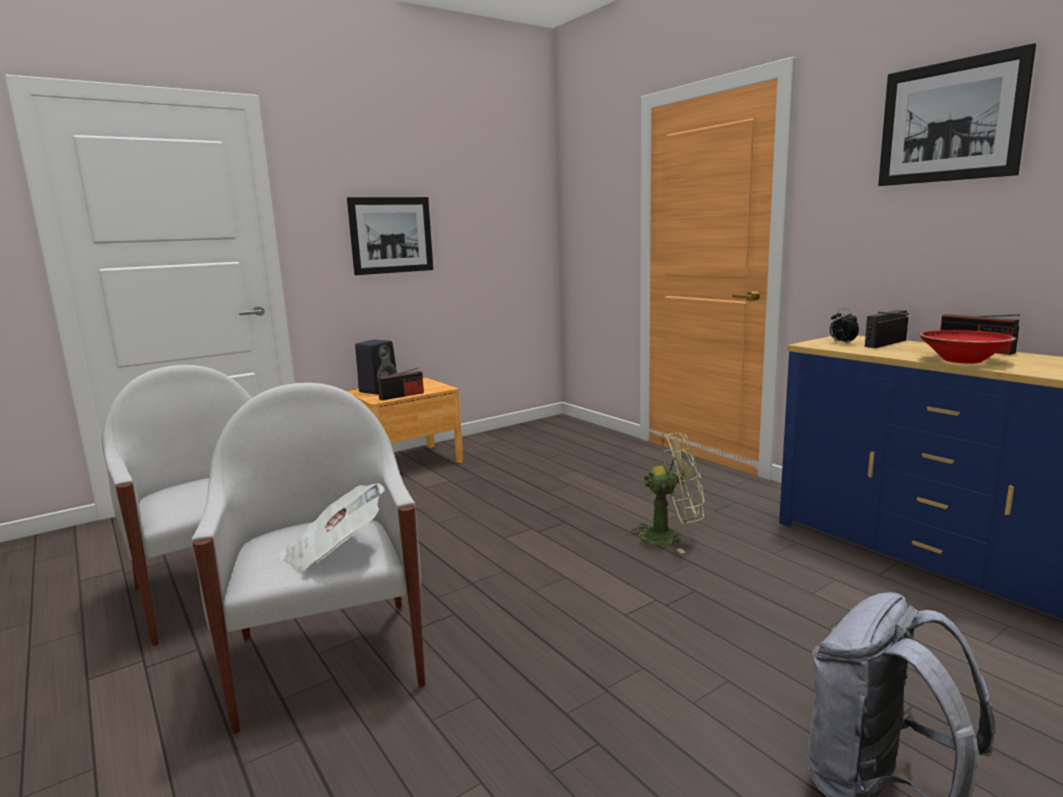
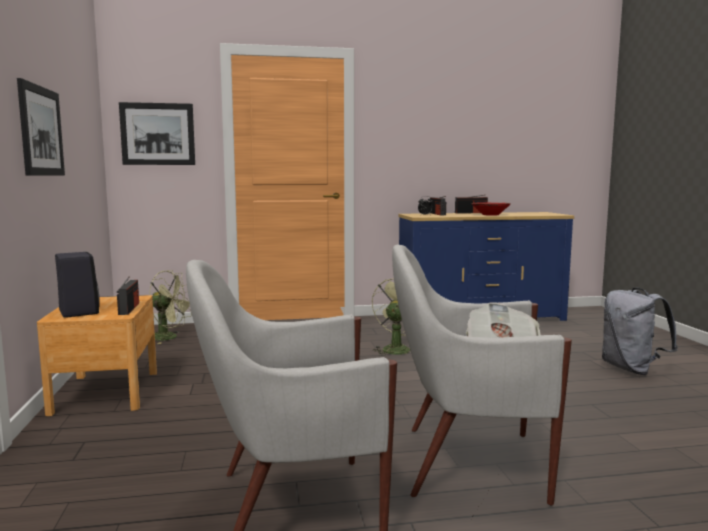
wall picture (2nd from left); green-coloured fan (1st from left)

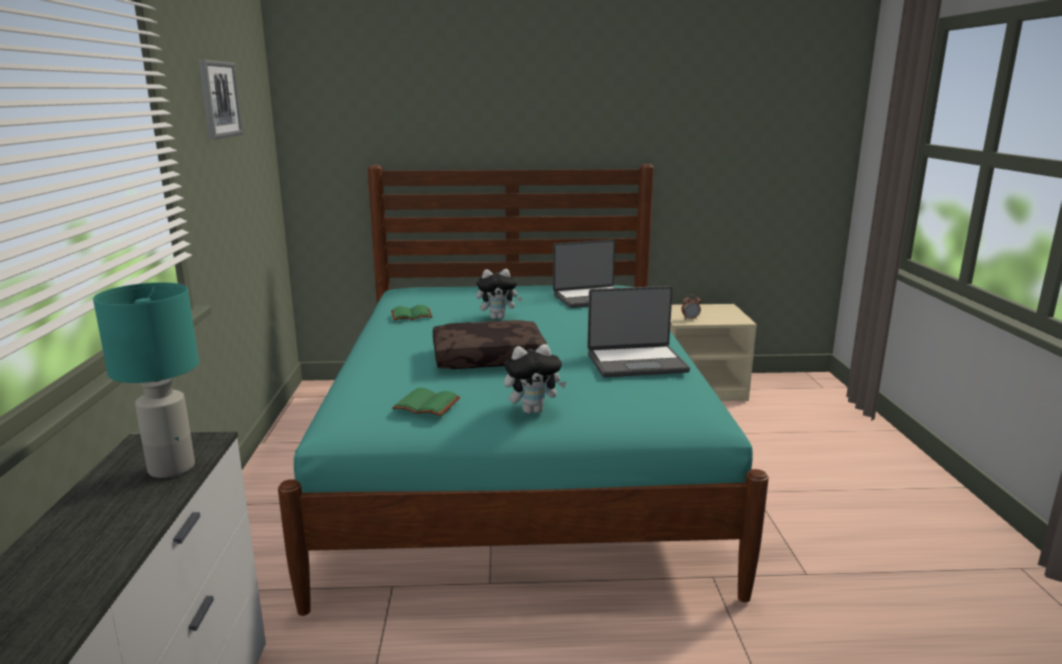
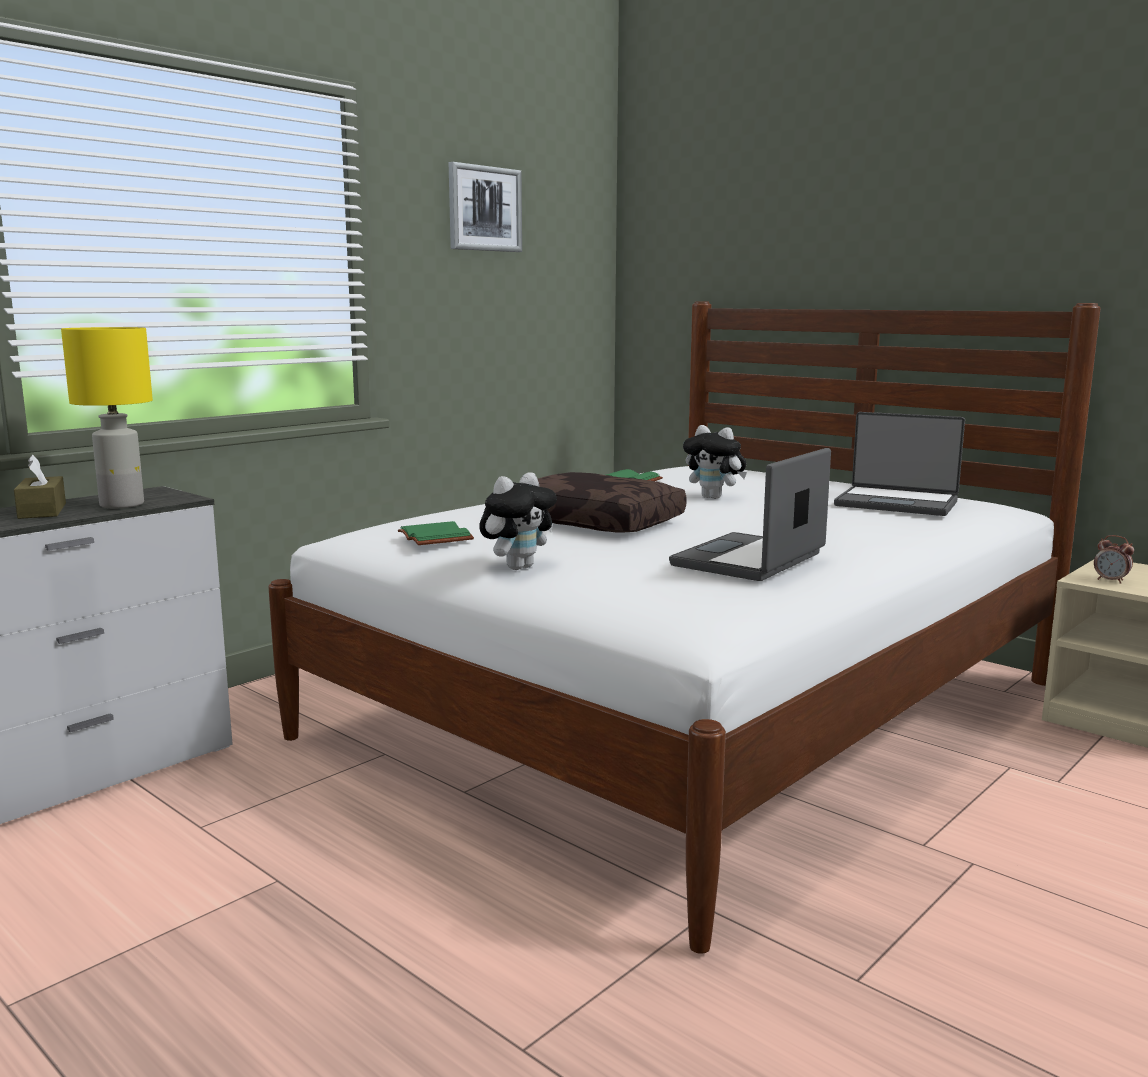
yellow-coloured lamp for a table; white bedroom bed; cuddly toy (1st from left); portable computer (1st from left); brown tissue holder

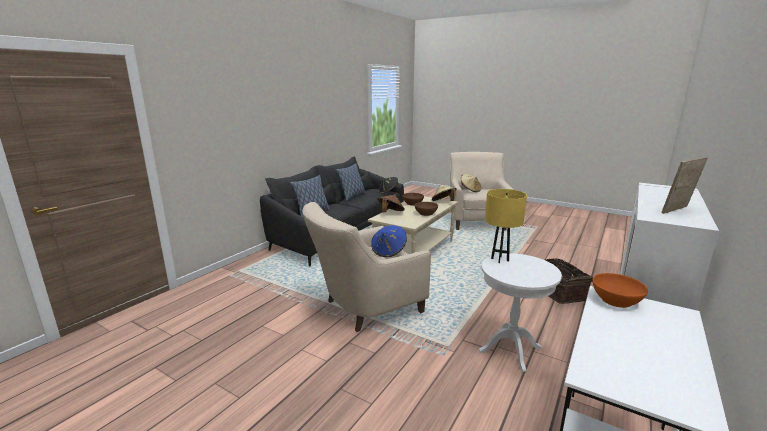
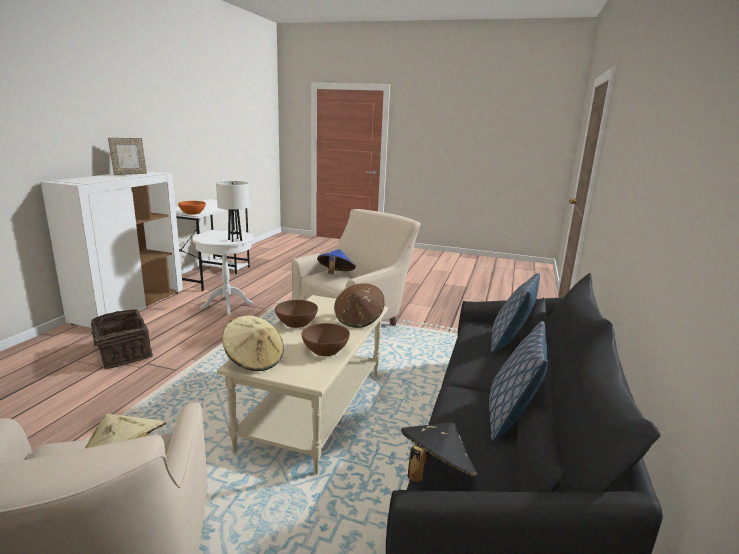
white lamp for a table

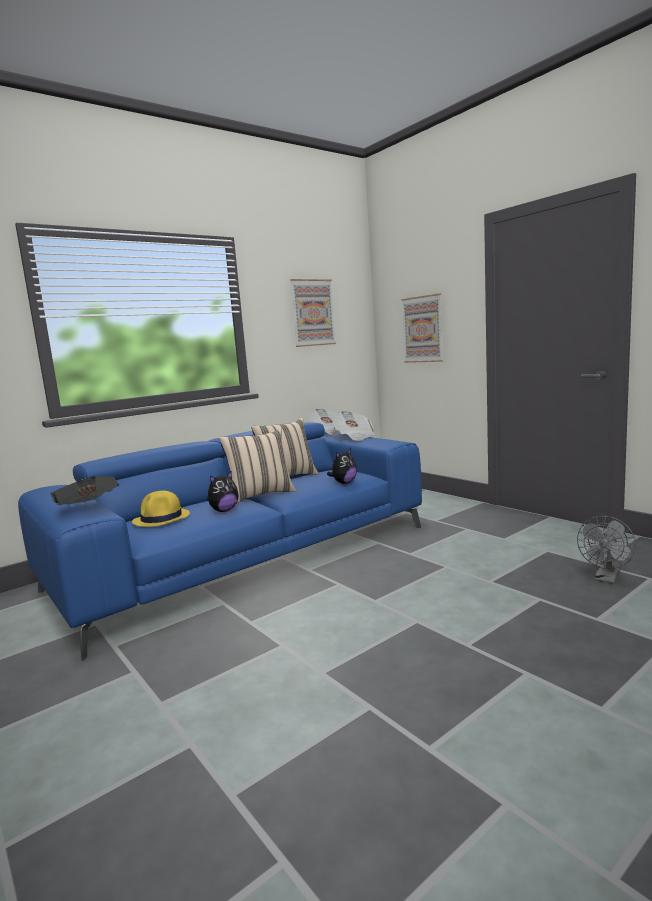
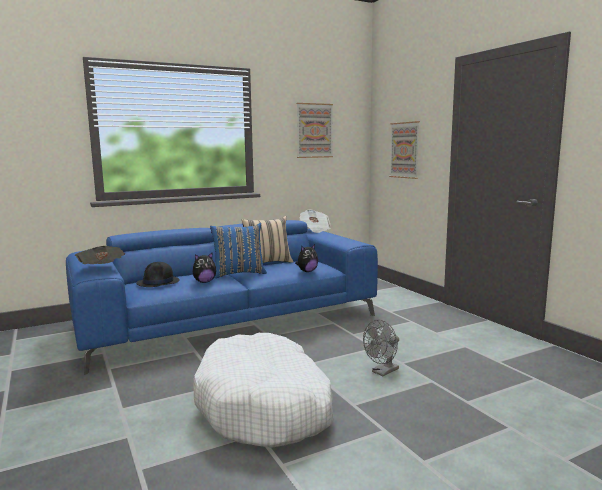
blackish clothing hat; bluish pillow; newspaper (3rd from left in the first image); greyish fan; white dog cushion

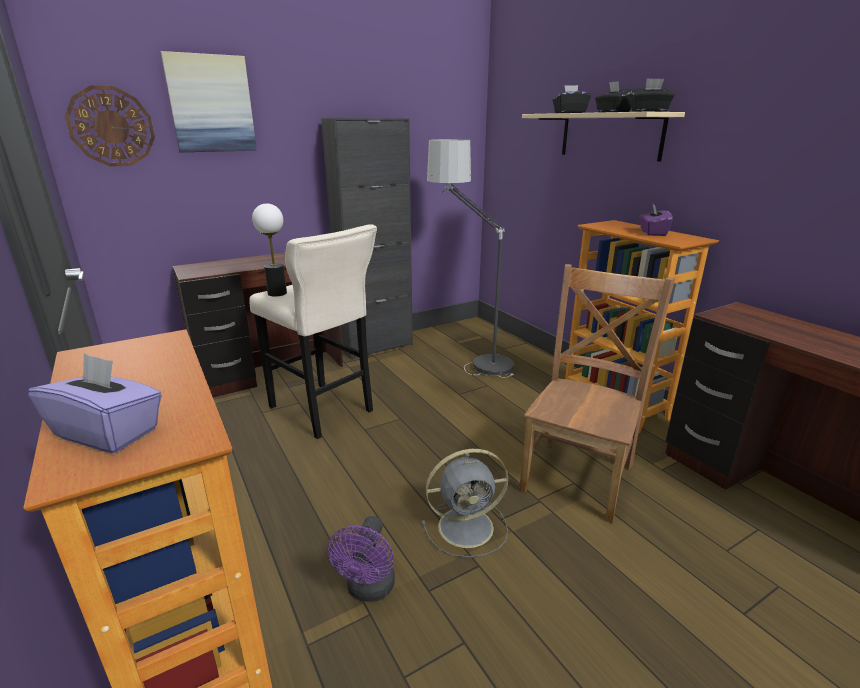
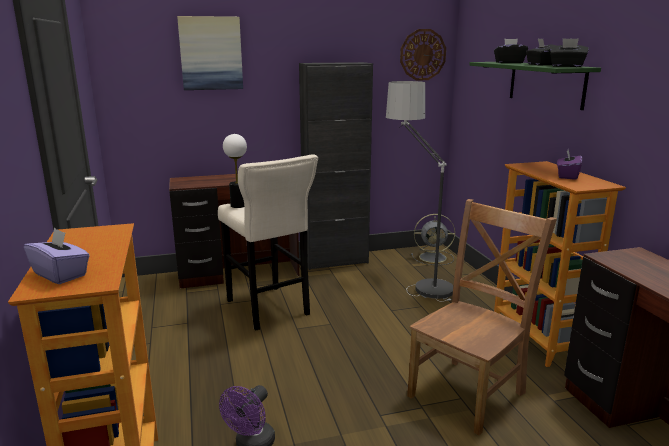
clock on the wall; greyish fan; green-coloured wall shelf

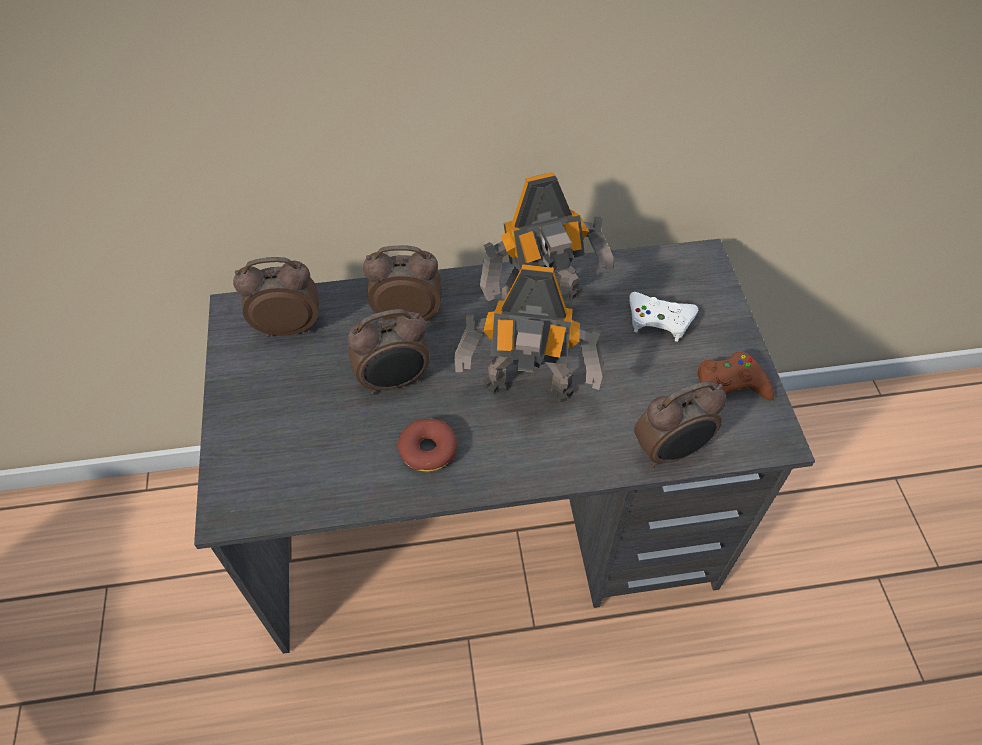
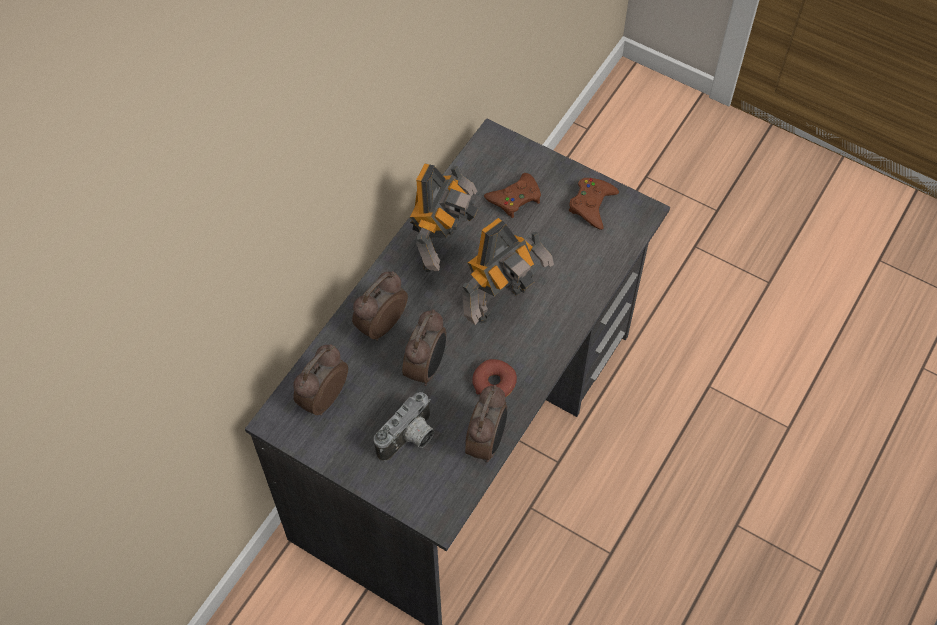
brown game controller (1st from left); table clock (4th from left); still camera

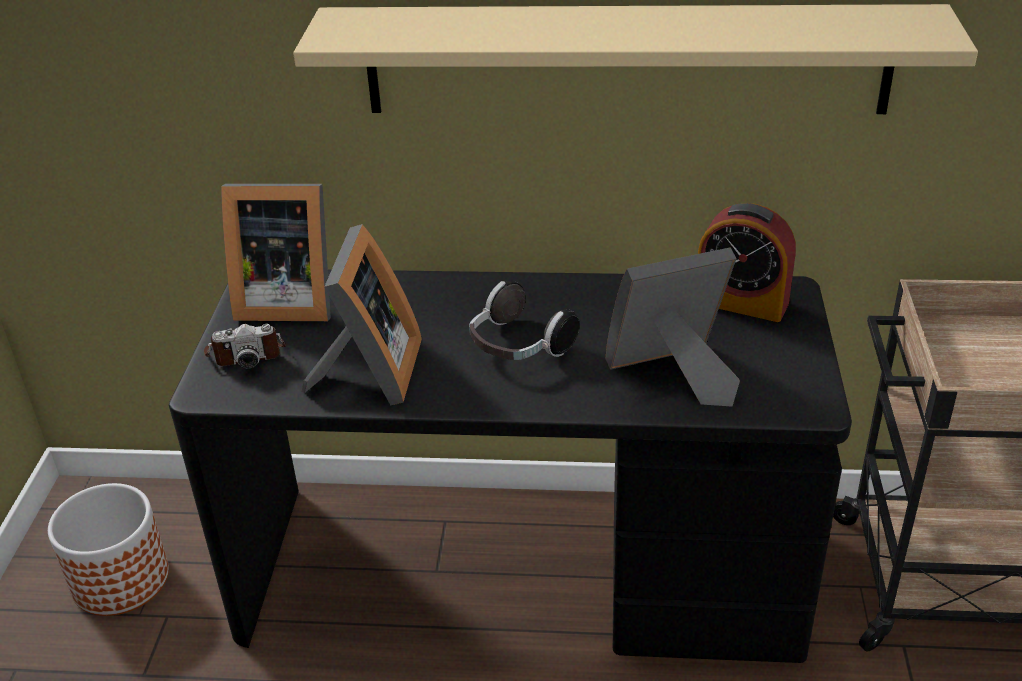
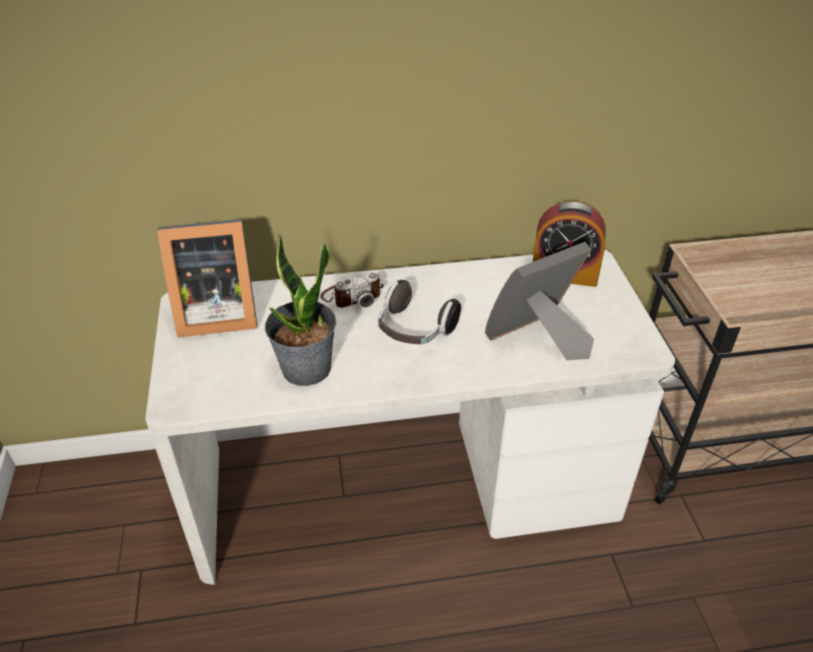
plant pot; white desk; still camera; beige wall shelf; houseplant

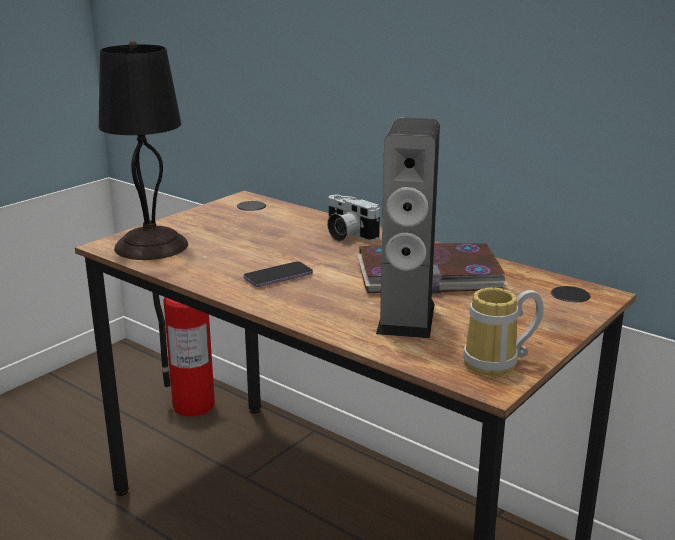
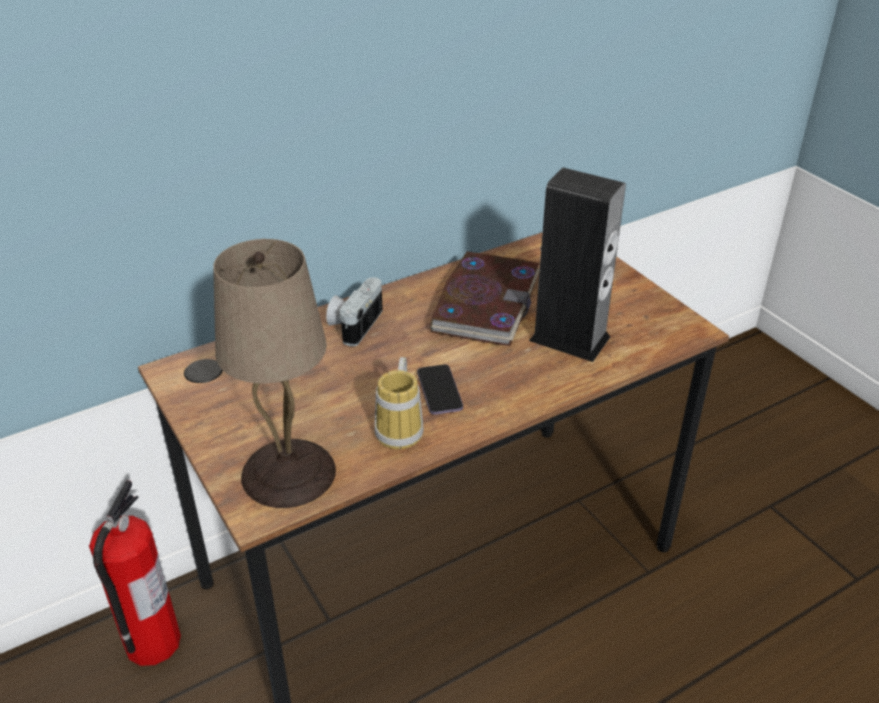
beige lamp for a table; still camera; mug

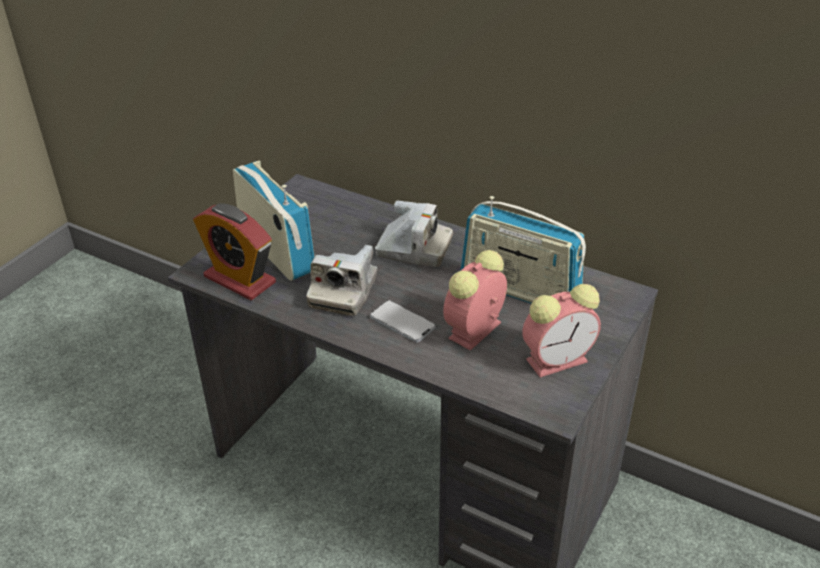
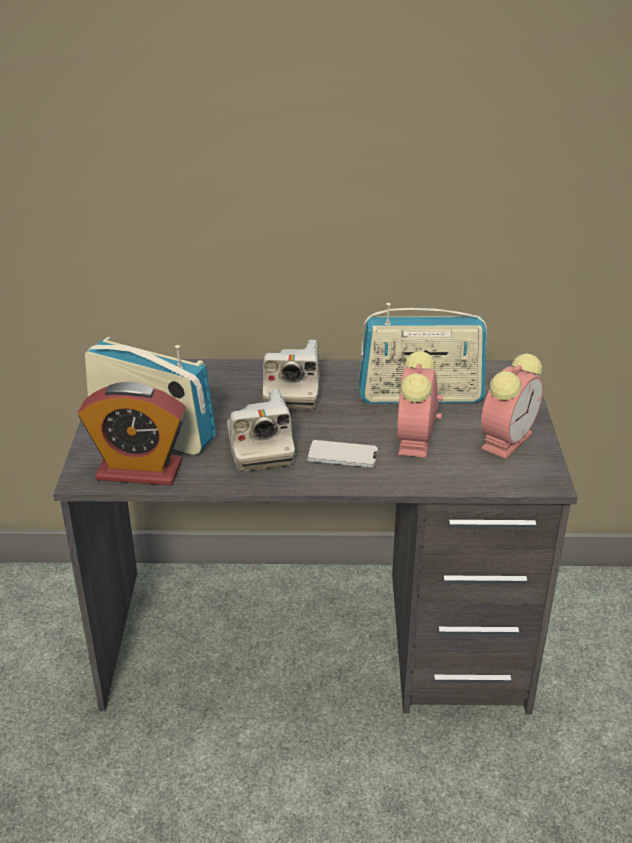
still camera (2nd from left)

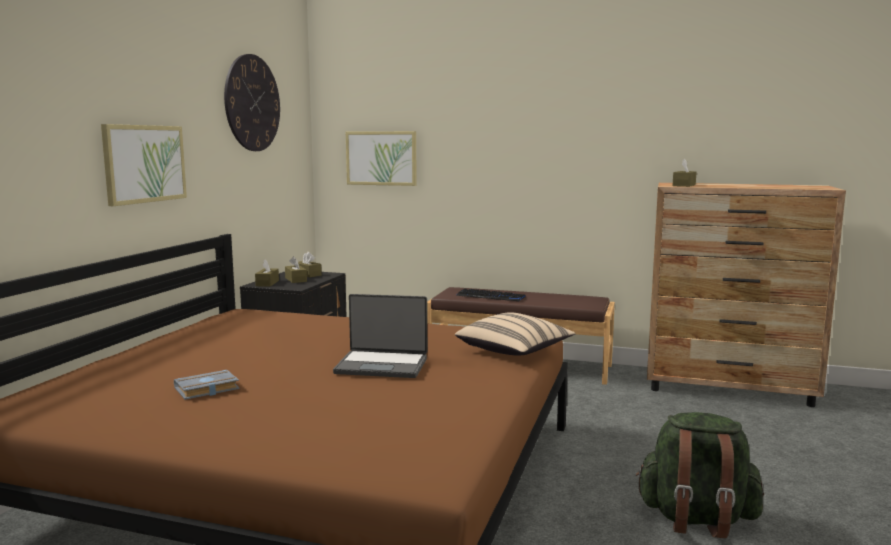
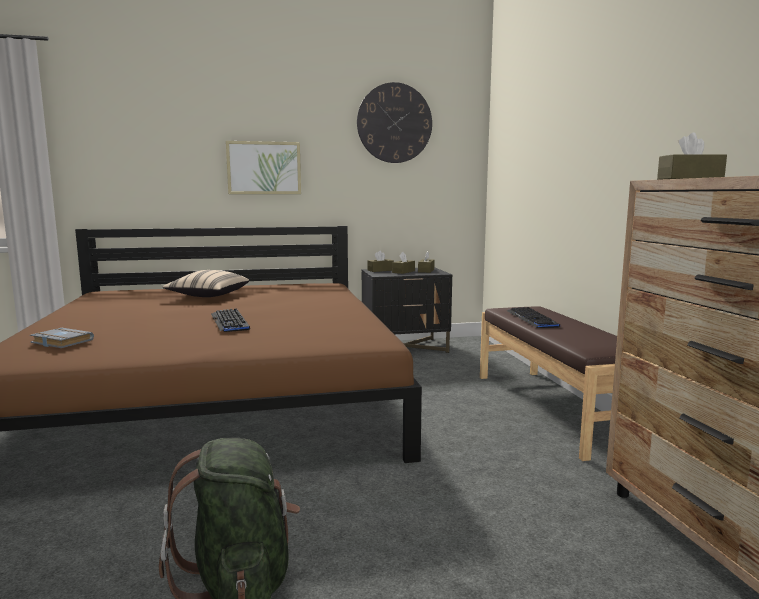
greyish volume; PC keyboard (1st from left); wall picture (2nd from left in the first image); beige pillow

